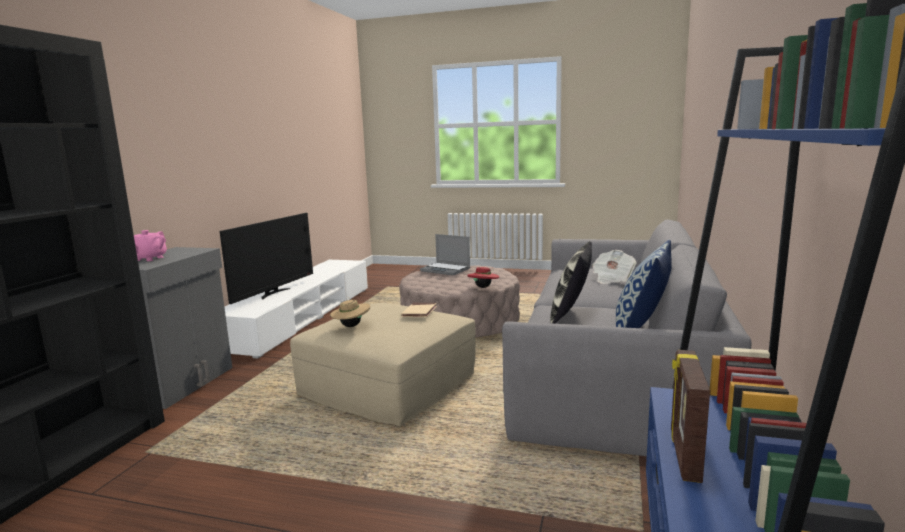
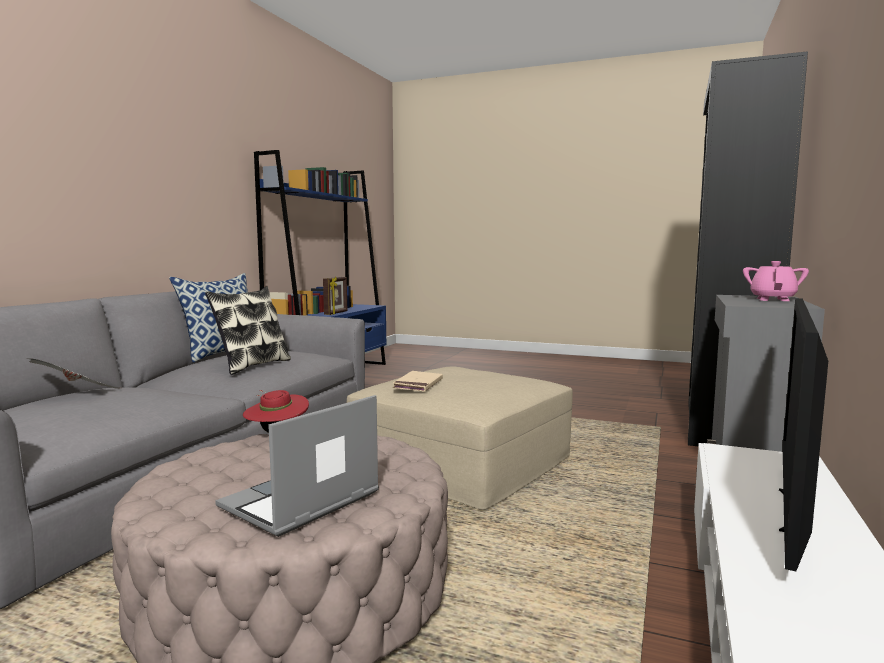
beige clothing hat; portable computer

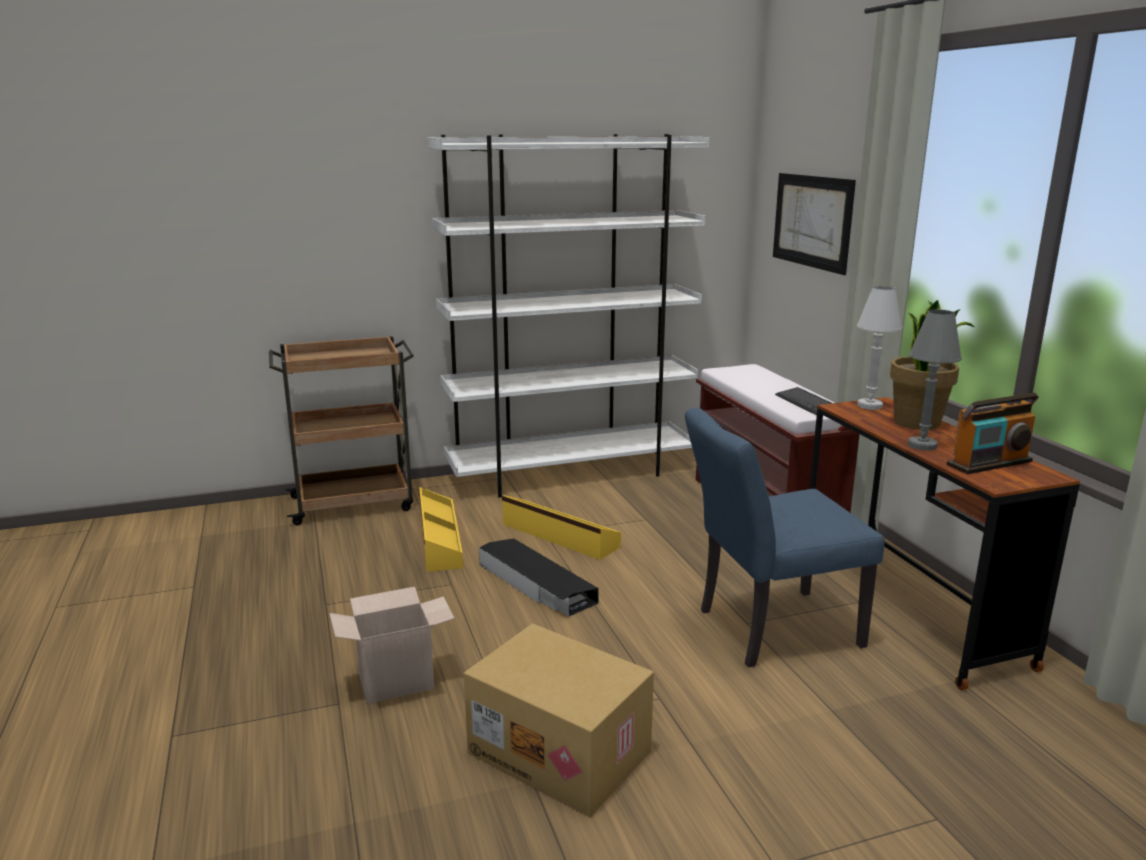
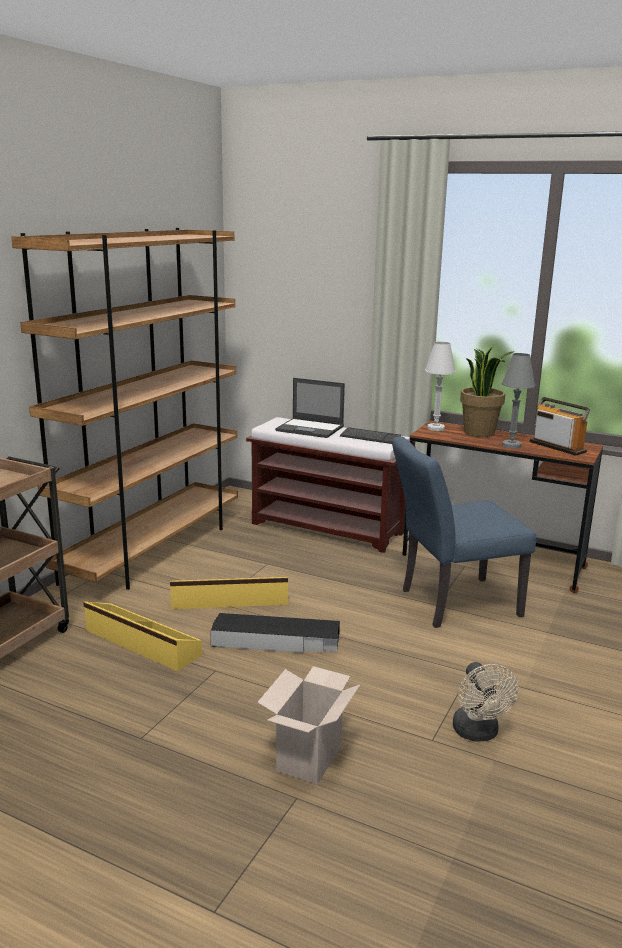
brown shelving unit; beige fan; bluish upright chair; wall picture; radio; portable computer

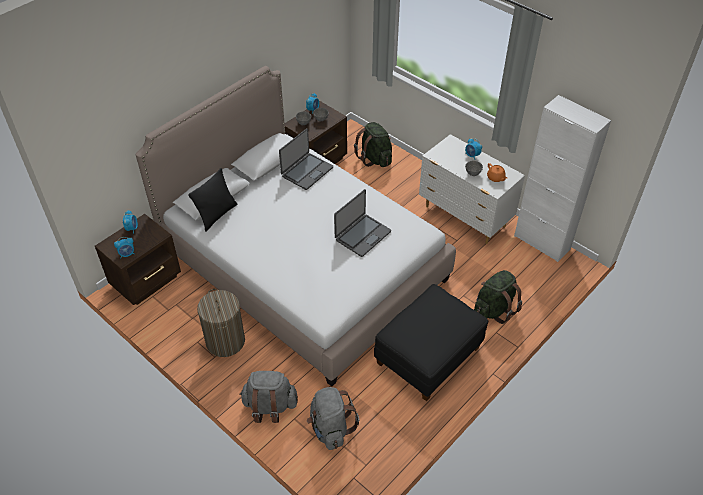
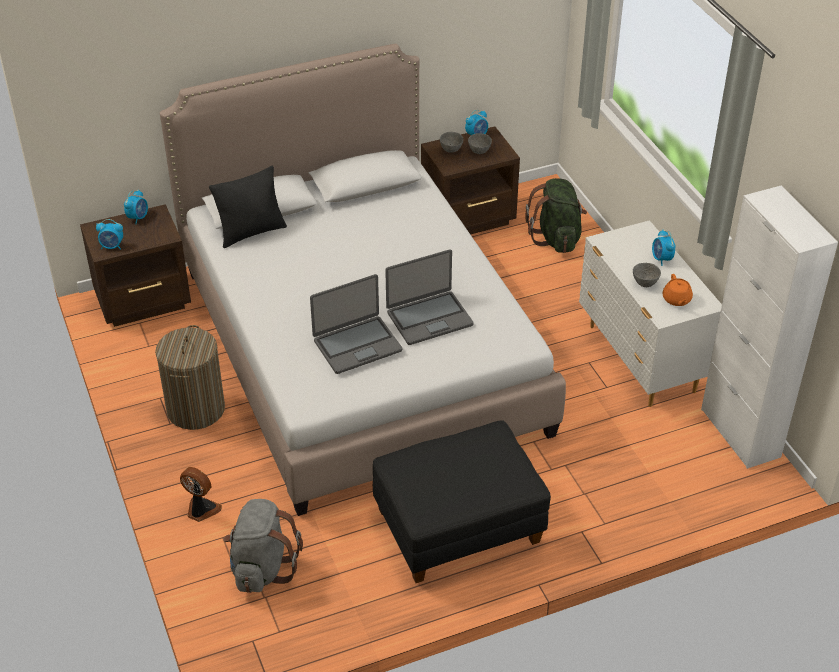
fan; portable computer (1st from left); green-coloured knapsack (2nd from left in the first image)

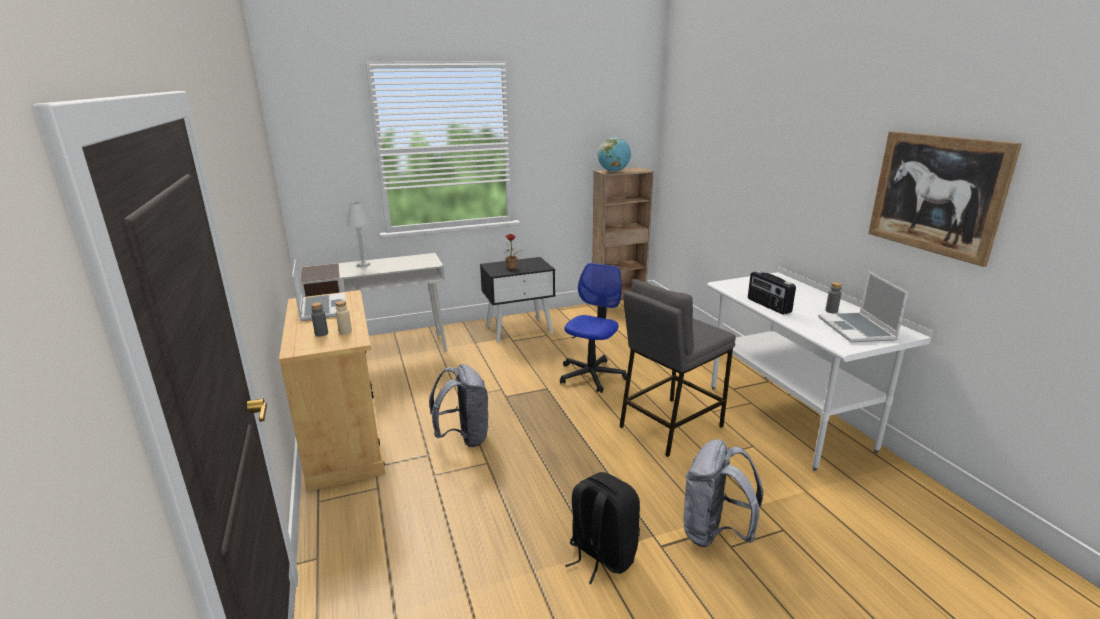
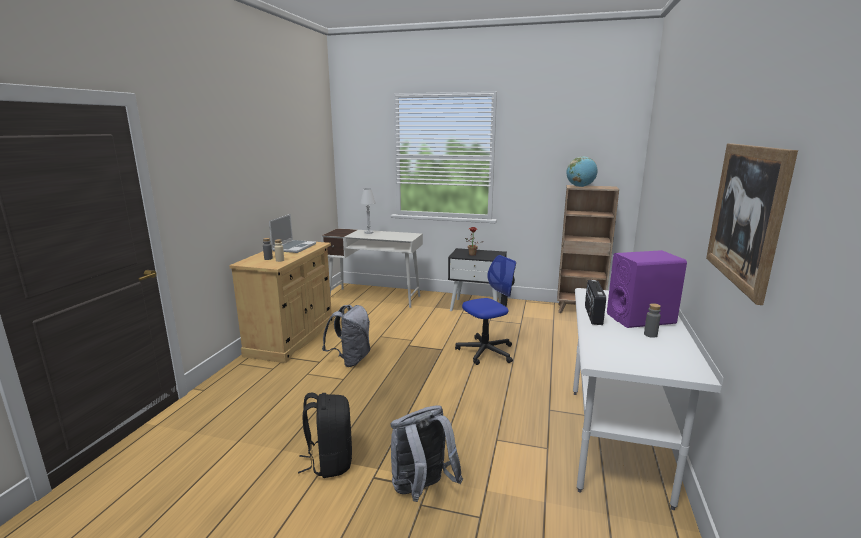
greyish stool; portable computer (2nd from left in the first image); purple loudspeaker

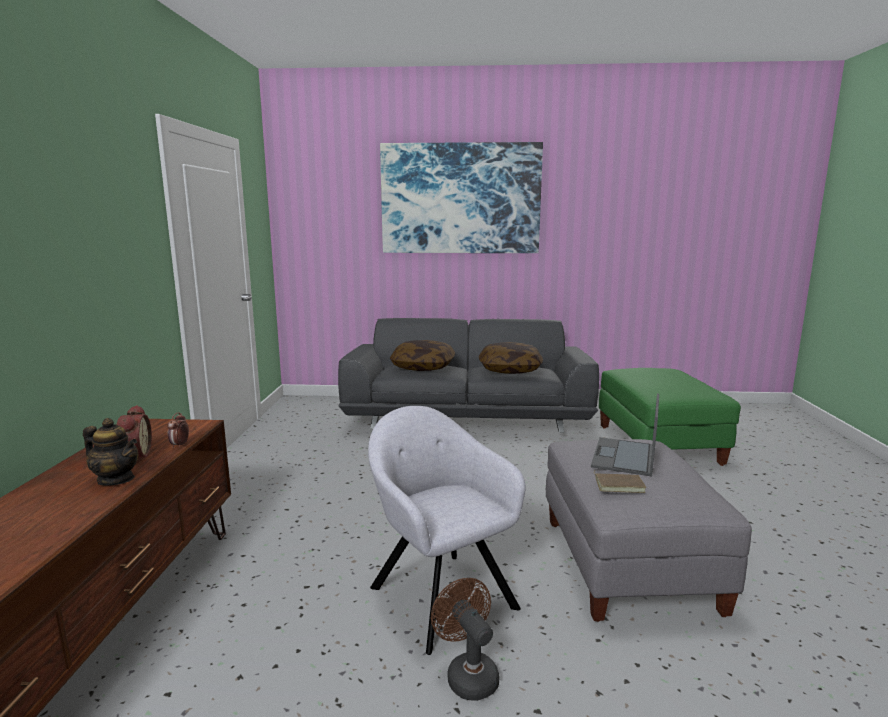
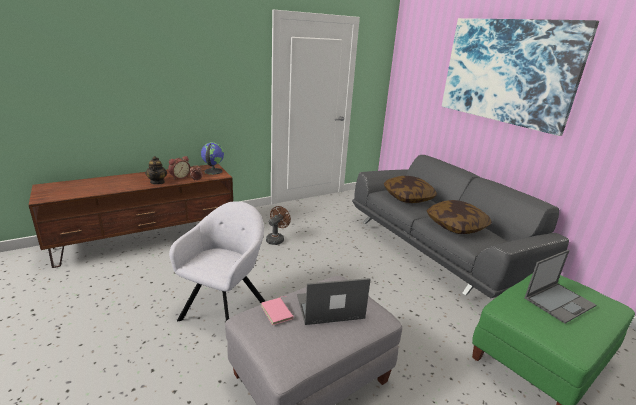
brown fan; pink volume; desk globe; portable computer (2nd from left)

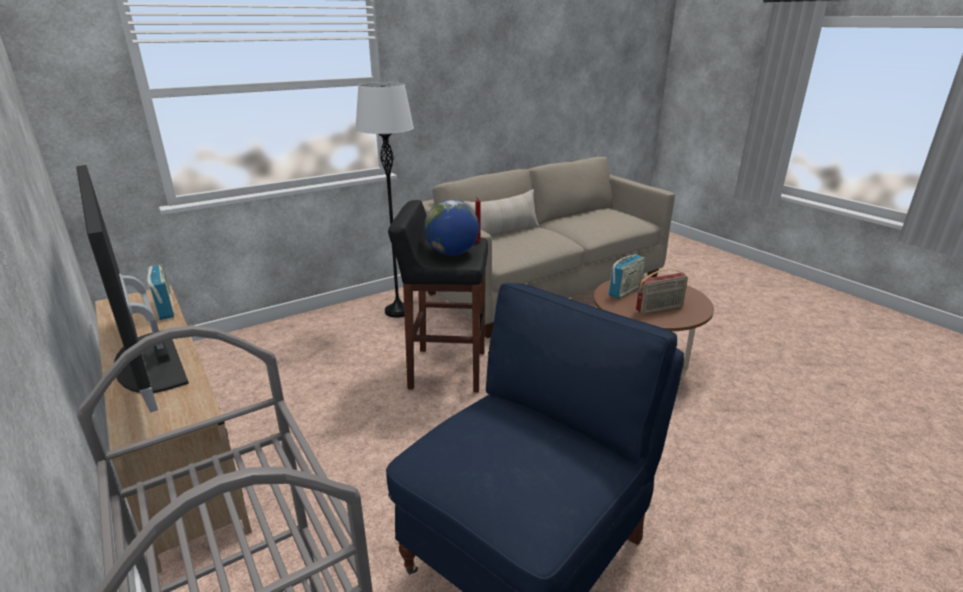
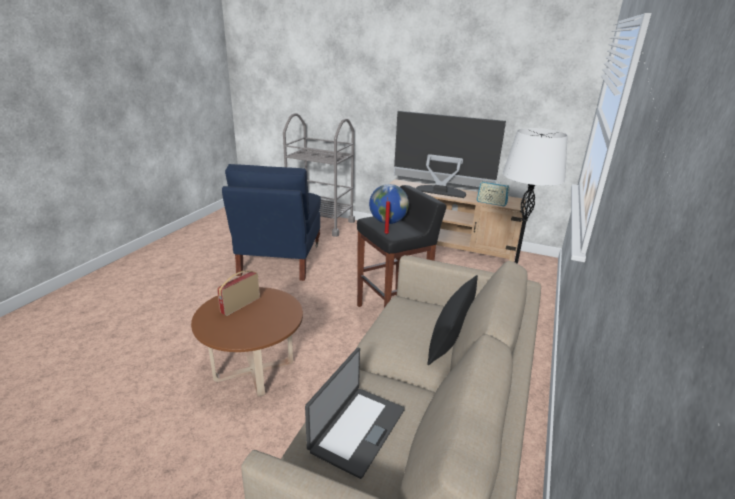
blackish pillow; radio (2nd from left in the first image); portable computer

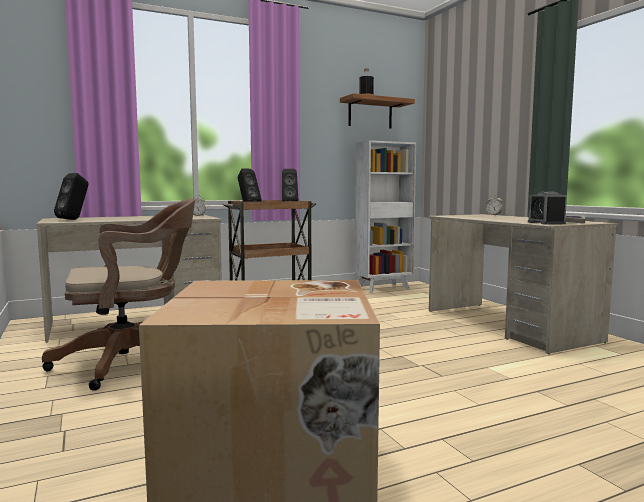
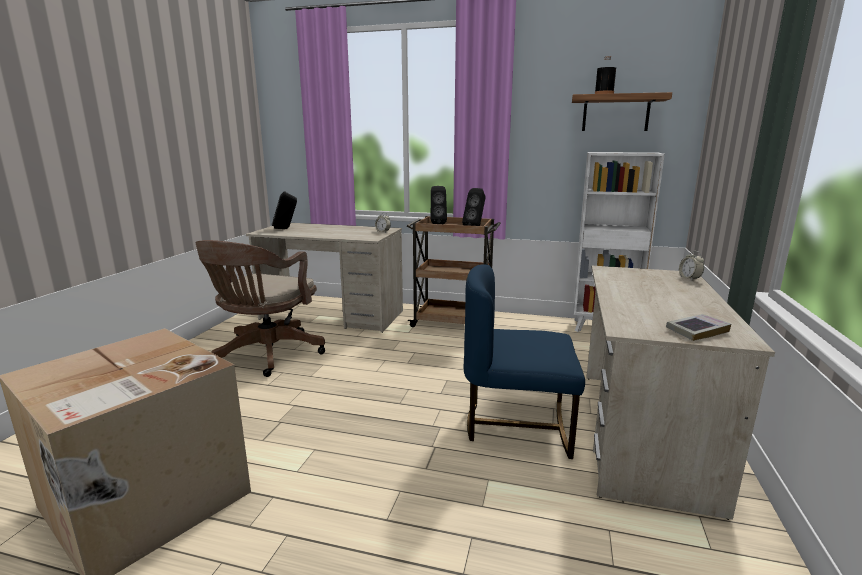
brown computer chair; table clock (3rd from left in the first image); bluish upright chair

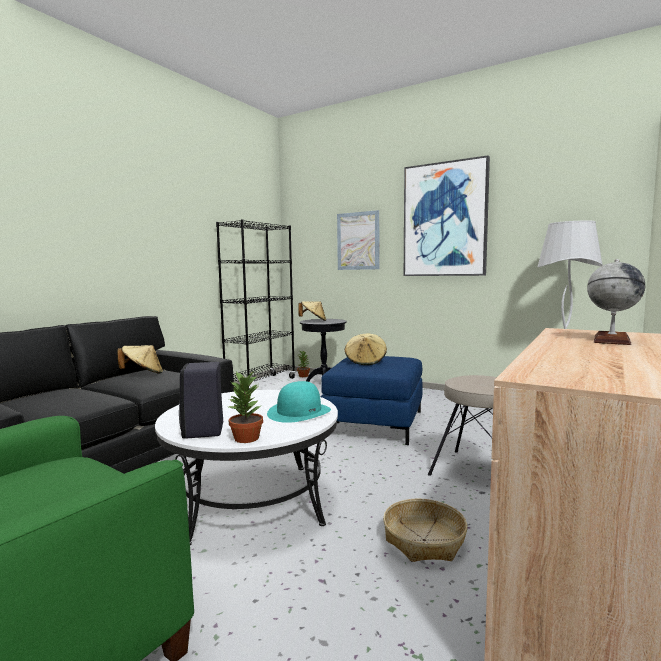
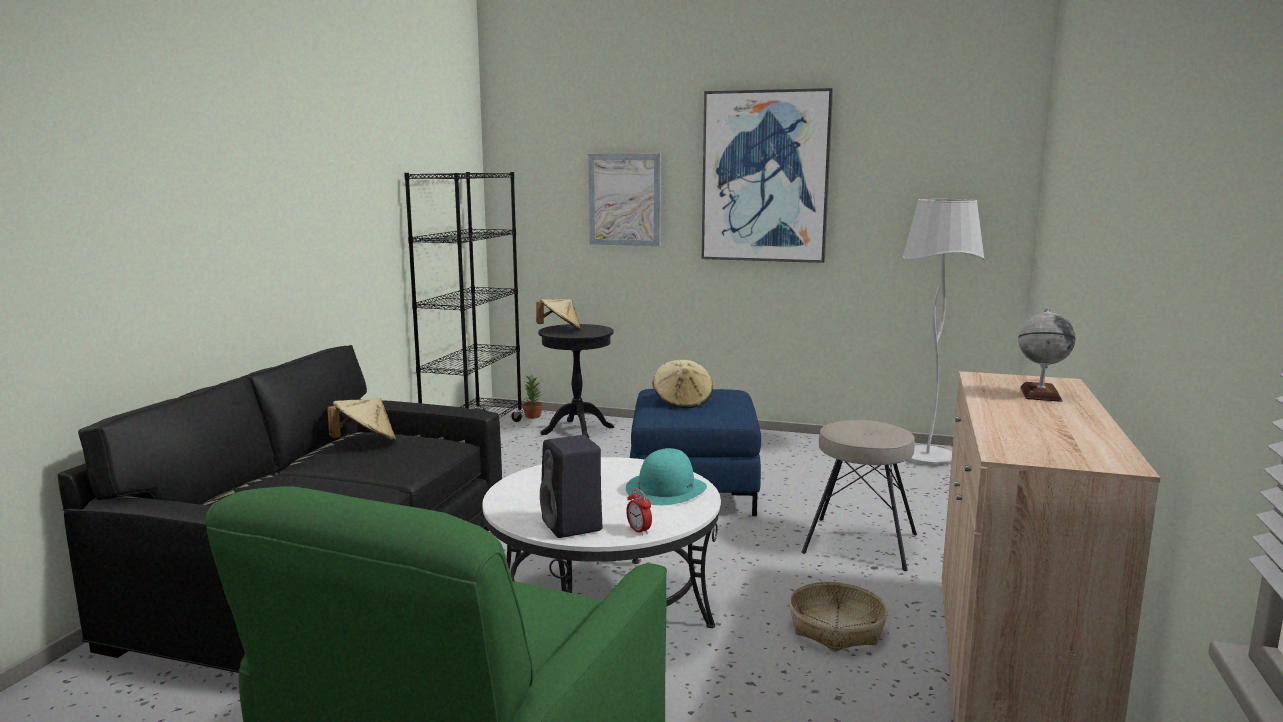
table clock

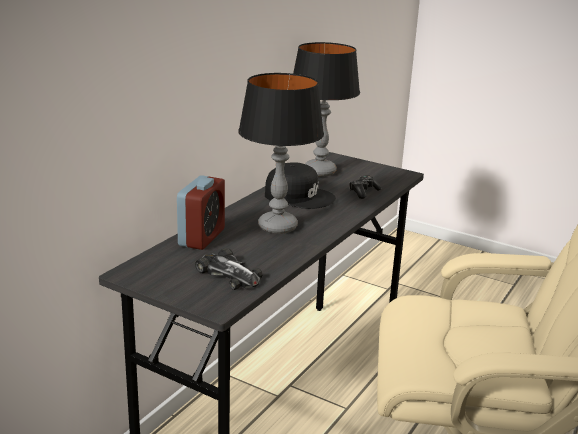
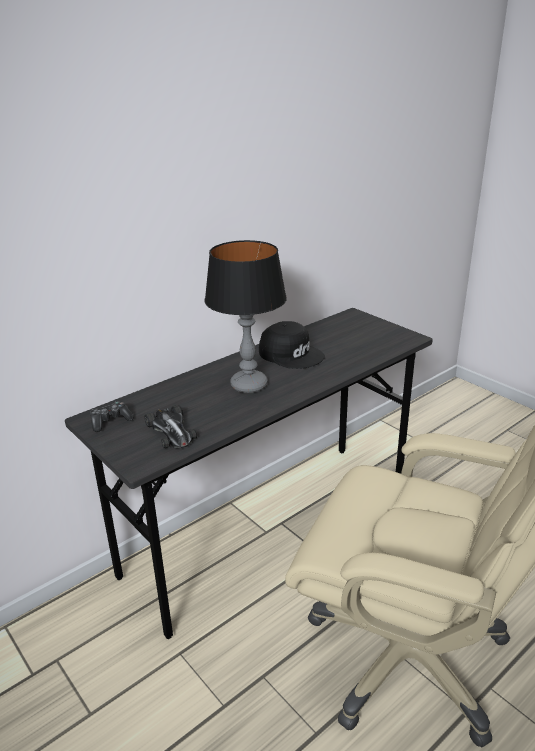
table clock; lamp for a table (2nd from left in the first image); game controller

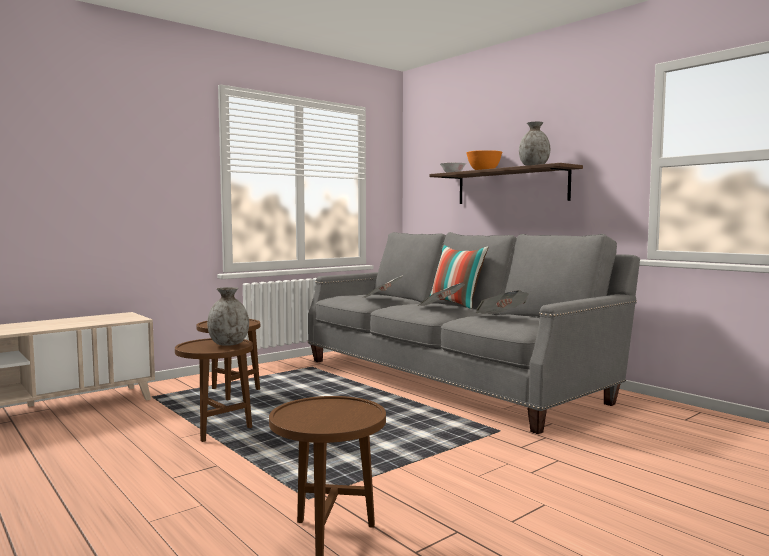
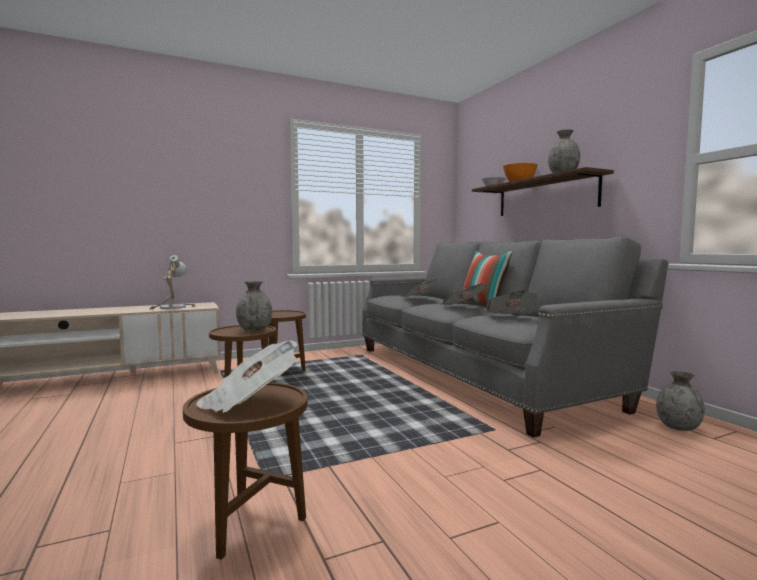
lamp for a table; newspaper (1st from left); greyish decorative vase (3rd from left)

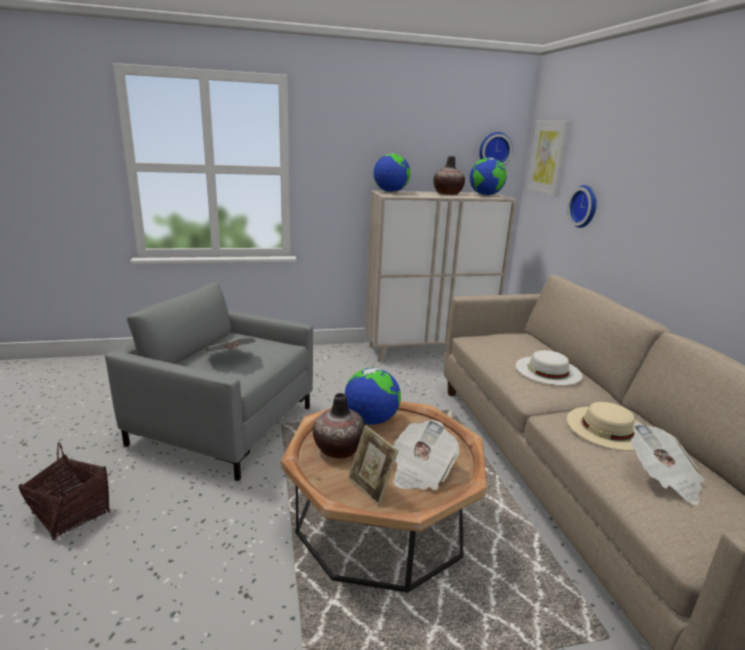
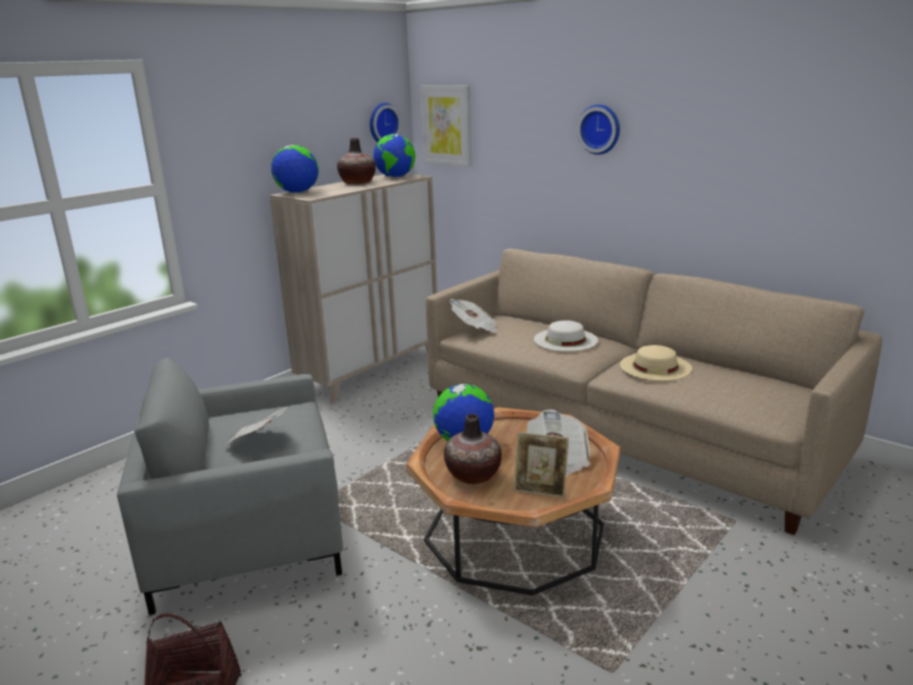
clock on the wall (2nd from left); newspaper (2nd from left)

